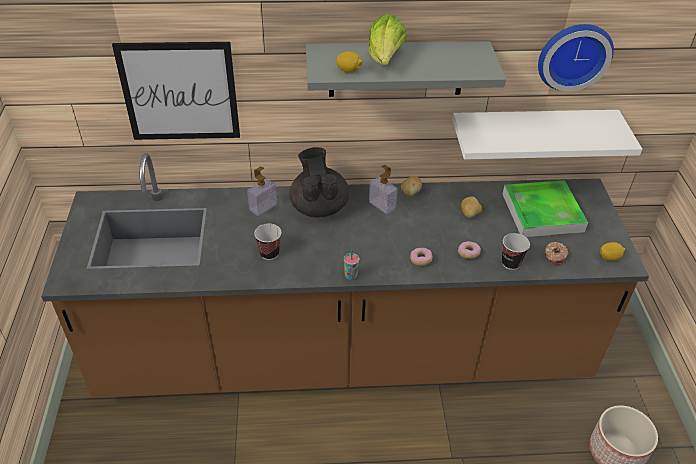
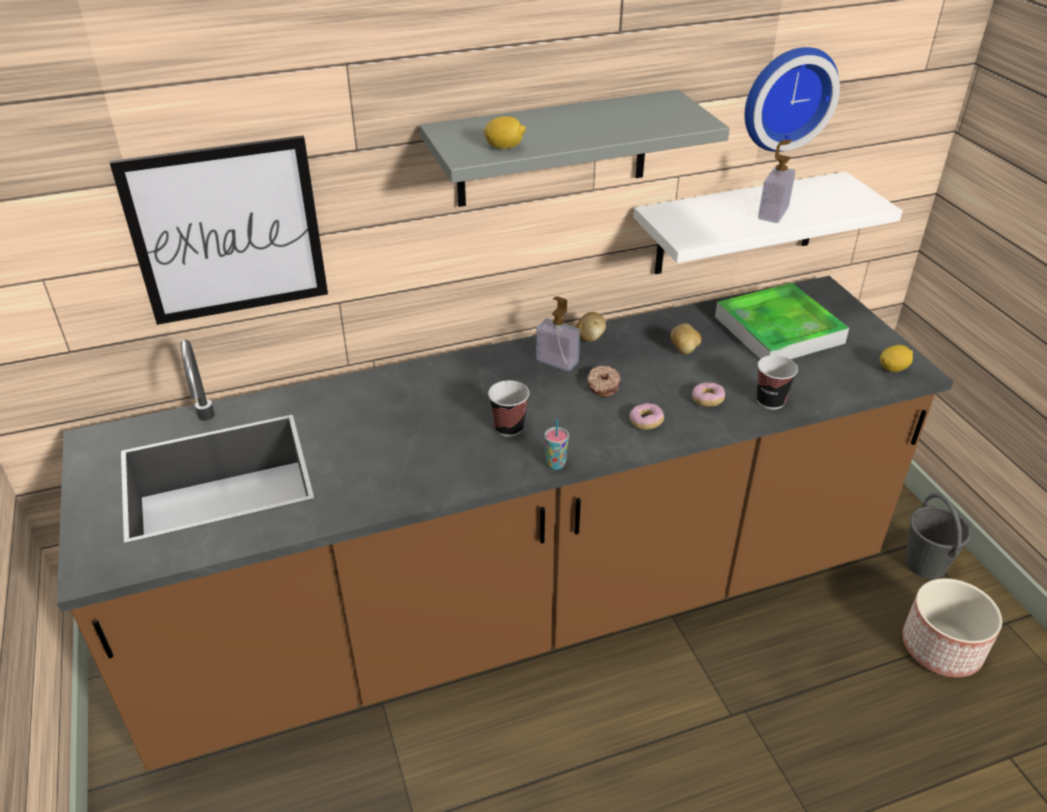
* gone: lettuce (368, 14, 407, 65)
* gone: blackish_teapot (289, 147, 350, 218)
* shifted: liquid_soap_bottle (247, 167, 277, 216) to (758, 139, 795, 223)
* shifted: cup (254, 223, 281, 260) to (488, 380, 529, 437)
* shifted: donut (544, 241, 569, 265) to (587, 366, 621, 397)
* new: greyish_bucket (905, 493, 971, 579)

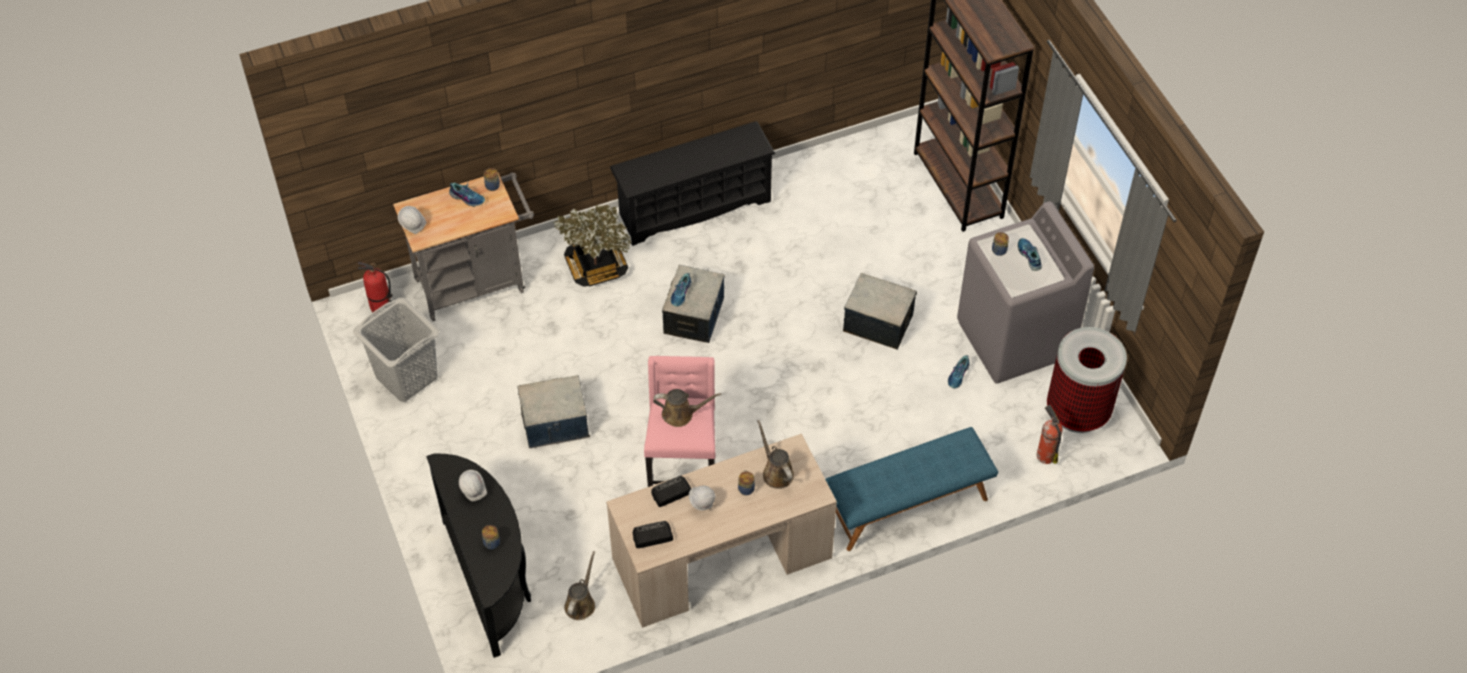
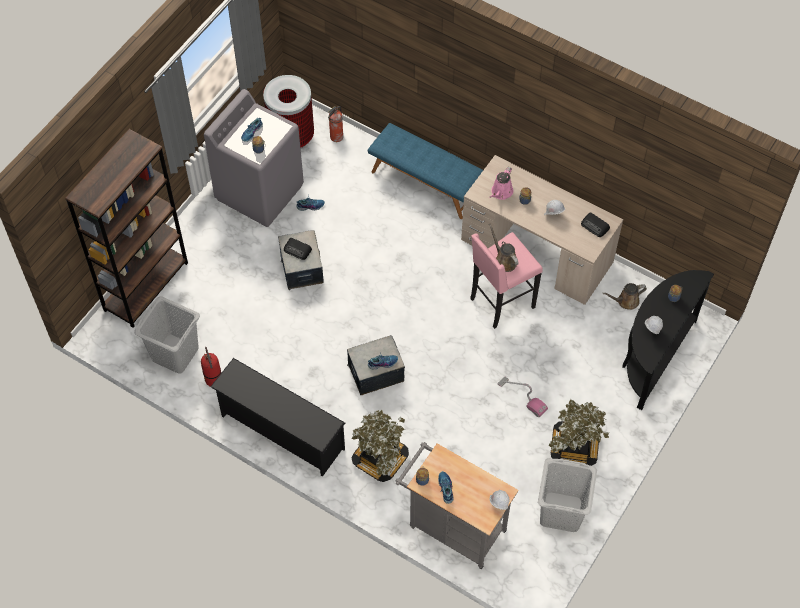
* shifted: extinguisher (358, 262, 392, 312) to (201, 347, 221, 387)
* swapped: storage_box (518, 375, 590, 448) to hoover (497, 376, 548, 417)
* repainted: brown_watering_can (757, 420, 794, 489) to pink-coloured_watering_can (489, 167, 513, 200)
* shifted: radio_set (651, 476, 692, 507) to (284, 238, 312, 260)
* new: greyish_laundry_basket (134, 296, 200, 374)
* new: plant_in_a_pot (549, 399, 609, 466)

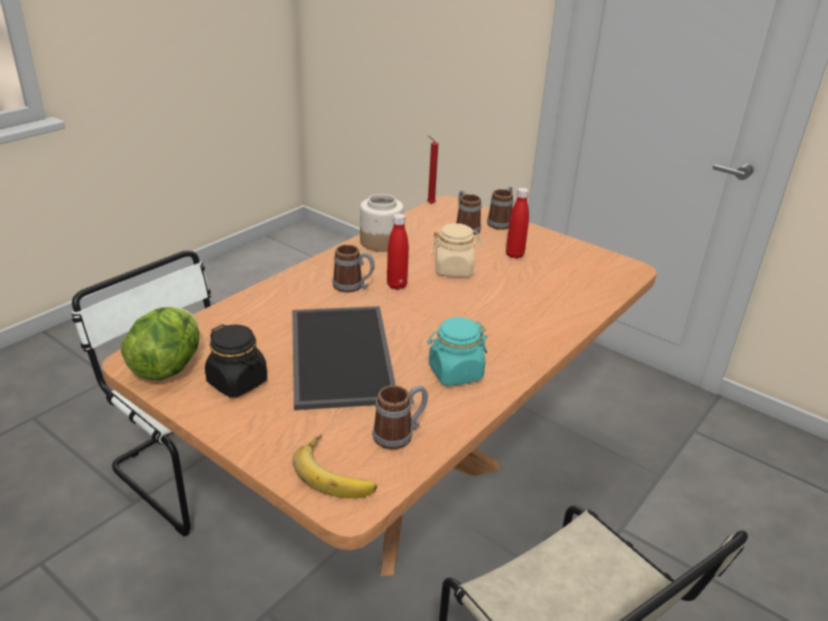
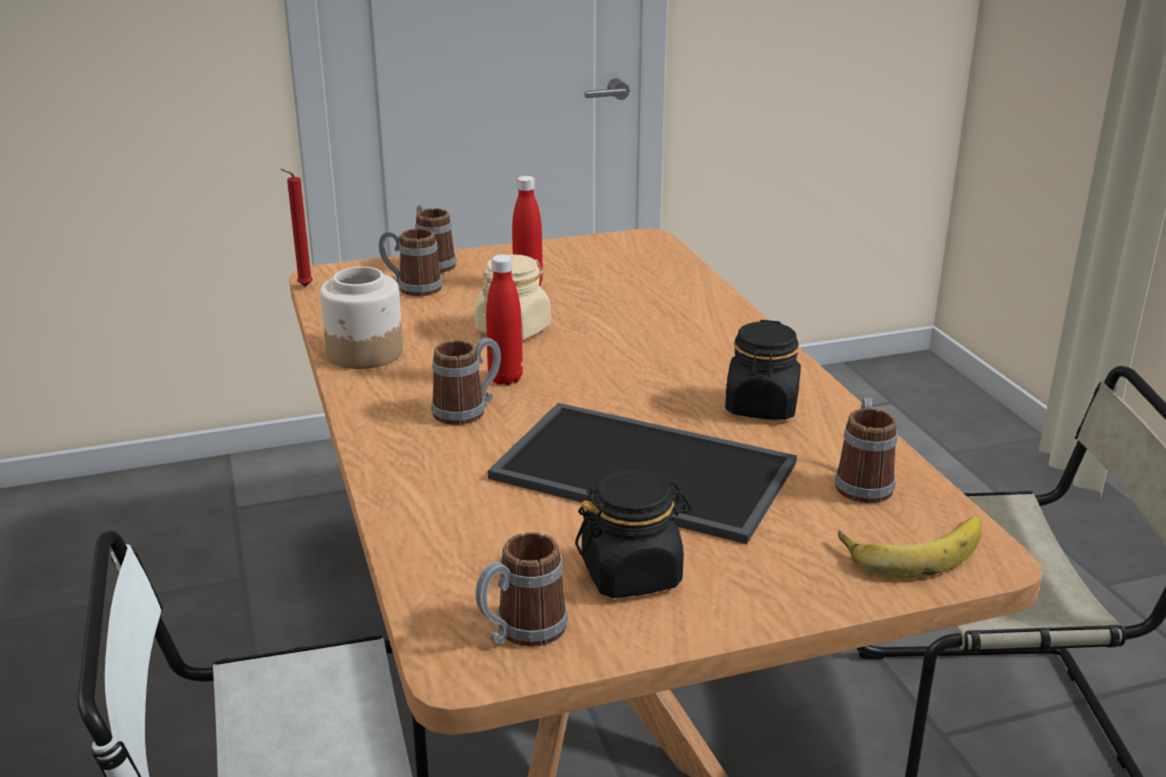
* swapped: lettuce (121, 307, 199, 381) to coffee_mug (476, 532, 568, 647)
* repainted: blue-green_storage_jar (427, 317, 487, 386) to blackish_storage_jar (725, 320, 801, 420)

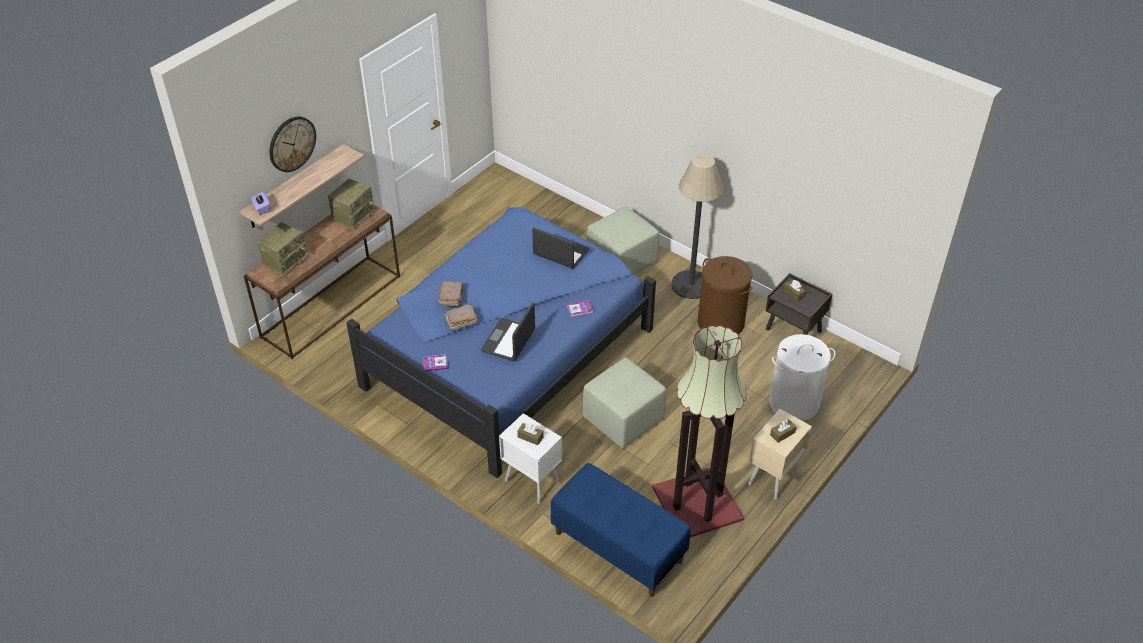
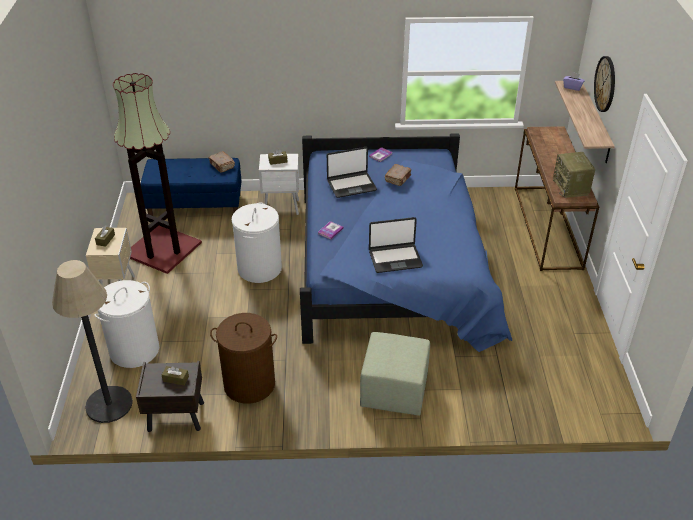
* shifted: standing_lamp (671, 154, 723, 299) to (52, 260, 133, 423)
* gone: radio_set (257, 222, 309, 276)
* shifted: brown_bound_book (439, 281, 463, 306) to (208, 151, 235, 173)
* rotated: laptop (481, 303, 535, 361) = (327, 147, 377, 198) 90 degrees clockwise
* swapped: green-coloured_pouffe (583, 357, 666, 449) to white_laundry_basket (232, 202, 282, 283)

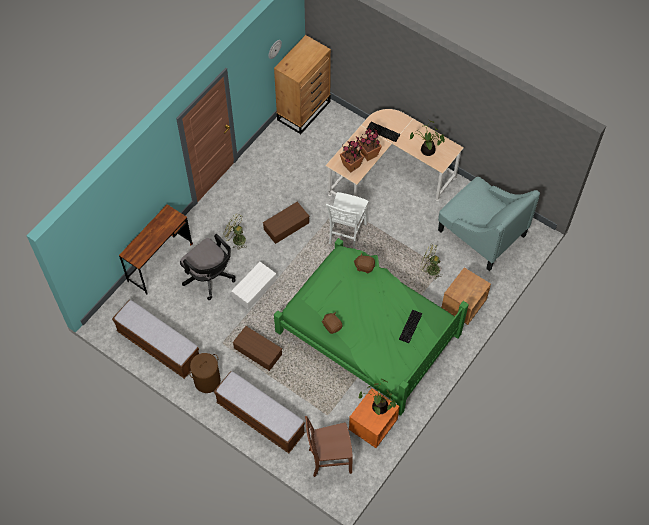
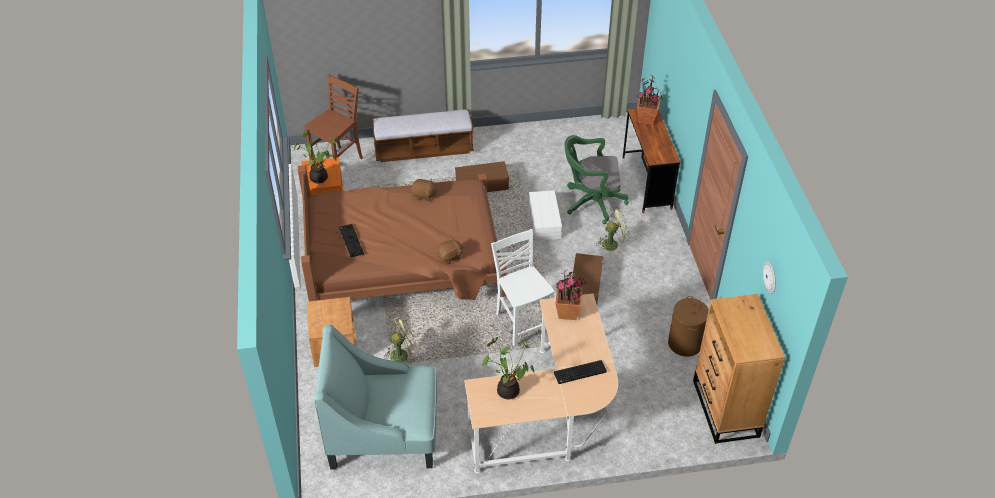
* shifted: plant_in_a_pot (358, 127, 382, 161) to (637, 76, 663, 125)
* repainted: blackish_office_chair (180, 234, 235, 300) to green-coloured_office_chair (564, 135, 628, 224)
* repainted: green-coloured_sleeping_bed (274, 238, 469, 416) to brown_sleeping_bed (298, 165, 507, 301)
* gone: long_seat (112, 300, 199, 379)
* shifted: brown_laundry_basket (189, 353, 221, 393) to (668, 296, 709, 357)

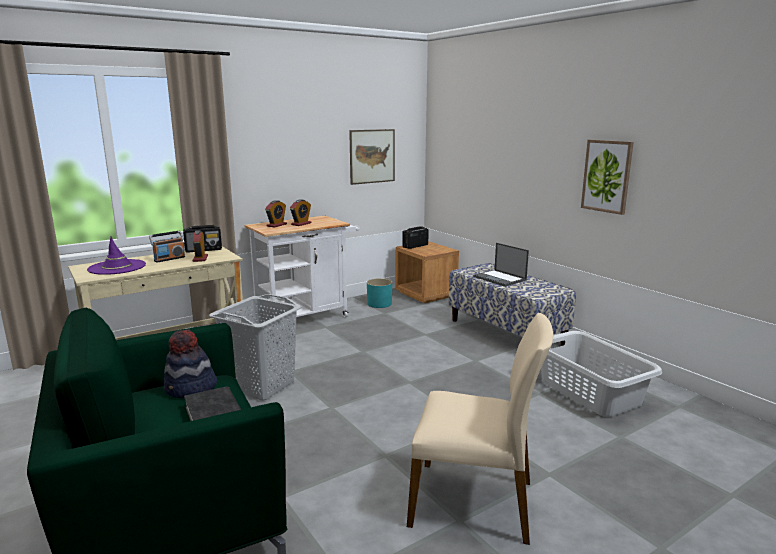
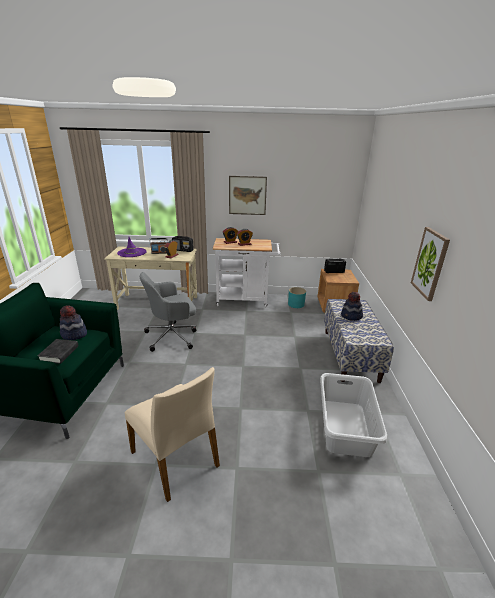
* shifted: wall_art (349, 129, 395, 185) to (229, 176, 267, 215)
* swapped: laptop (473, 243, 529, 287) to wearable_hat (341, 292, 363, 321)
* swapped: greyish_laundry_basket (209, 294, 302, 400) to greyish_office_chair (140, 272, 196, 352)

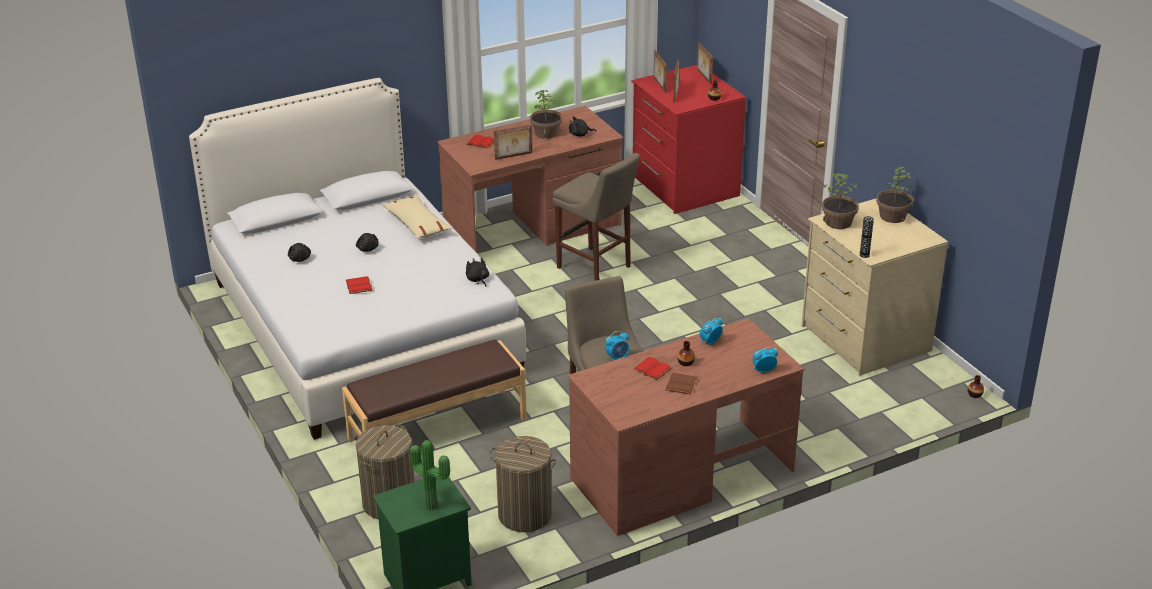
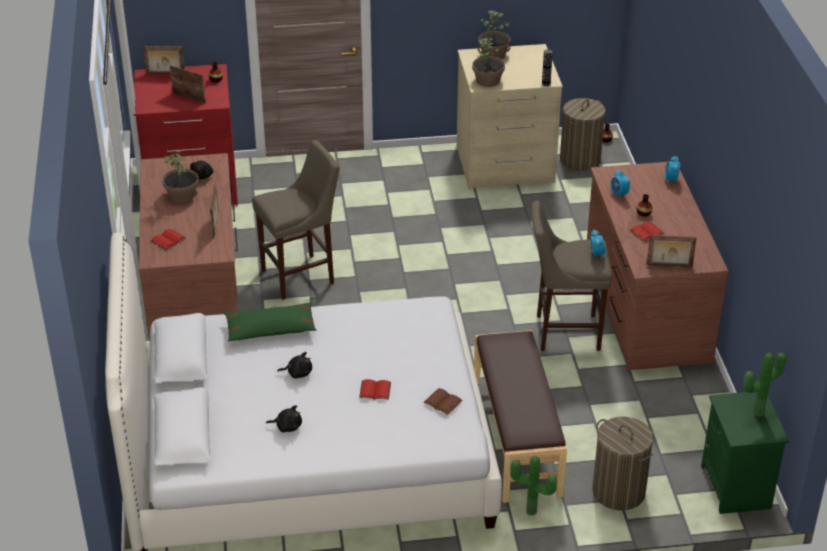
* shifted: standing_frame (654, 50, 667, 93) to (646, 235, 697, 267)
* repainted: beige-coloured_cushion (383, 195, 453, 239) to green-coloured_cushion (224, 302, 316, 341)
* gone: blackish_plush_toy (466, 258, 489, 287)
* shifted: brown_bound_book (665, 373, 697, 394) to (423, 388, 462, 415)
* shifted: laundry_basket (489, 436, 556, 532) to (560, 98, 605, 171)
* new: plant_in_a_pot (510, 456, 557, 516)

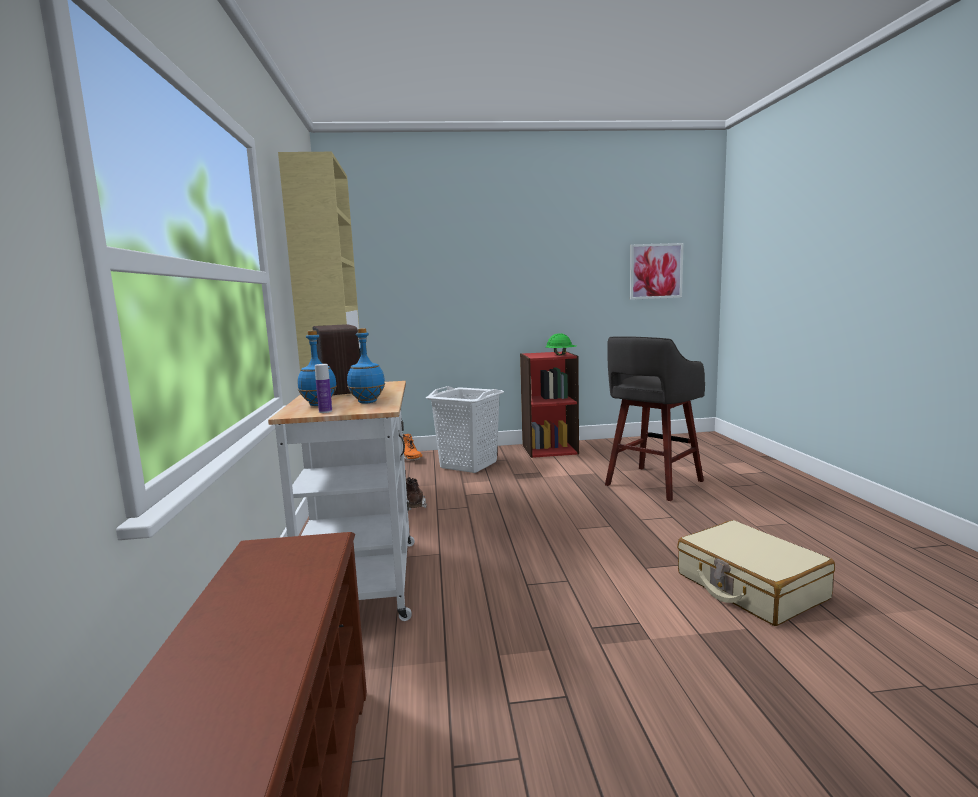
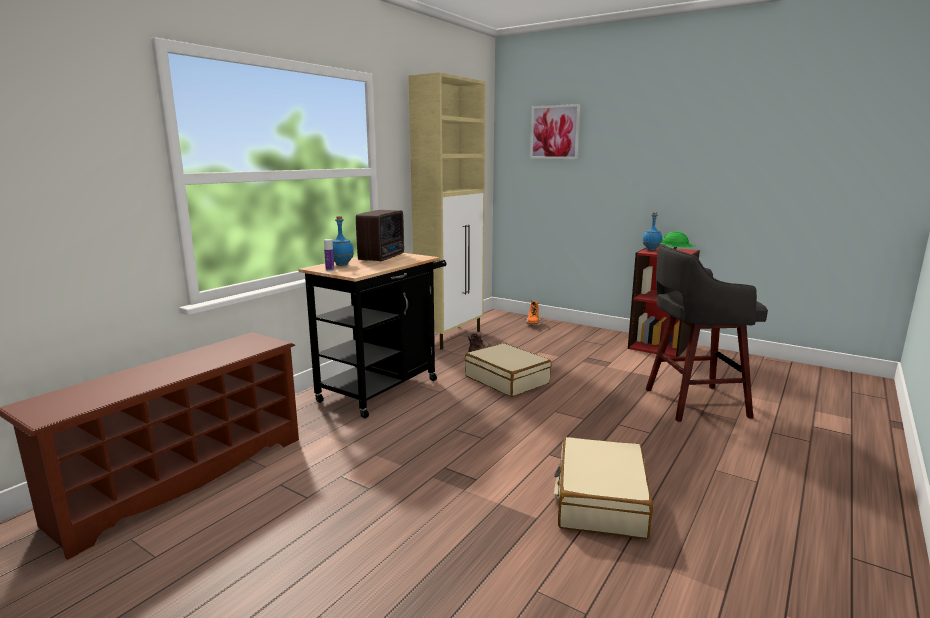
* shifted: wall_art (630, 243, 683, 300) to (530, 104, 581, 159)
* shifted: blue-coloured_drink_bottle (347, 328, 385, 403) to (642, 212, 662, 250)
* repainted: white_trolley (268, 381, 415, 621) to blackish_trolley (298, 253, 447, 418)
* gone: white_laundry_basket (426, 386, 504, 473)
* new: beige-coloured_travel_case (465, 343, 552, 397)

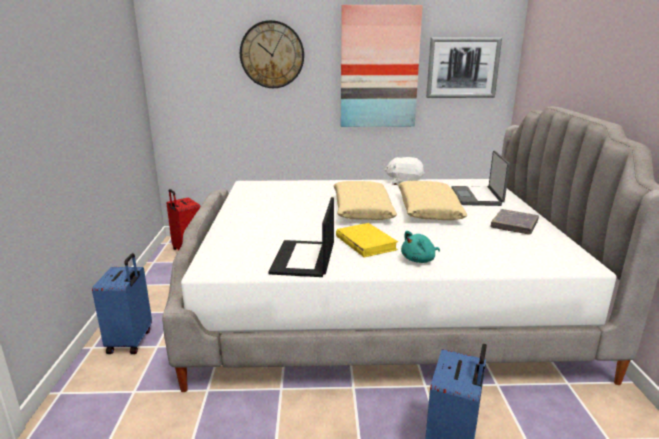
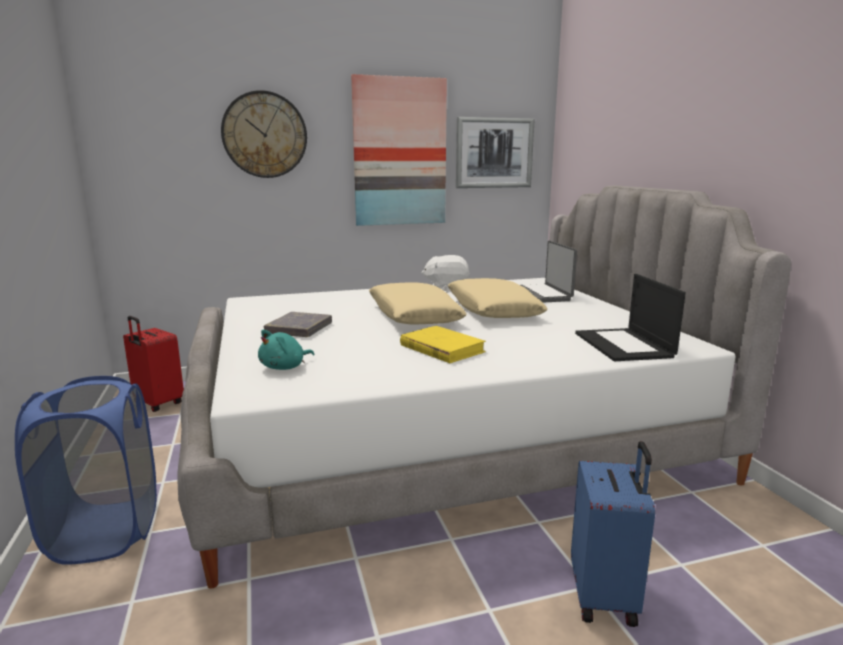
* shifted: laptop (268, 197, 334, 277) to (575, 274, 686, 361)
* shifted: greyish_bound_book (490, 209, 539, 235) to (264, 312, 332, 337)
* shifted: blue-green_plush_toy (401, 231, 440, 263) to (258, 329, 314, 370)
* swapped: blue-coloured_travel_case (92, 253, 152, 354) to blue-coloured_laundry_basket (15, 376, 157, 565)

